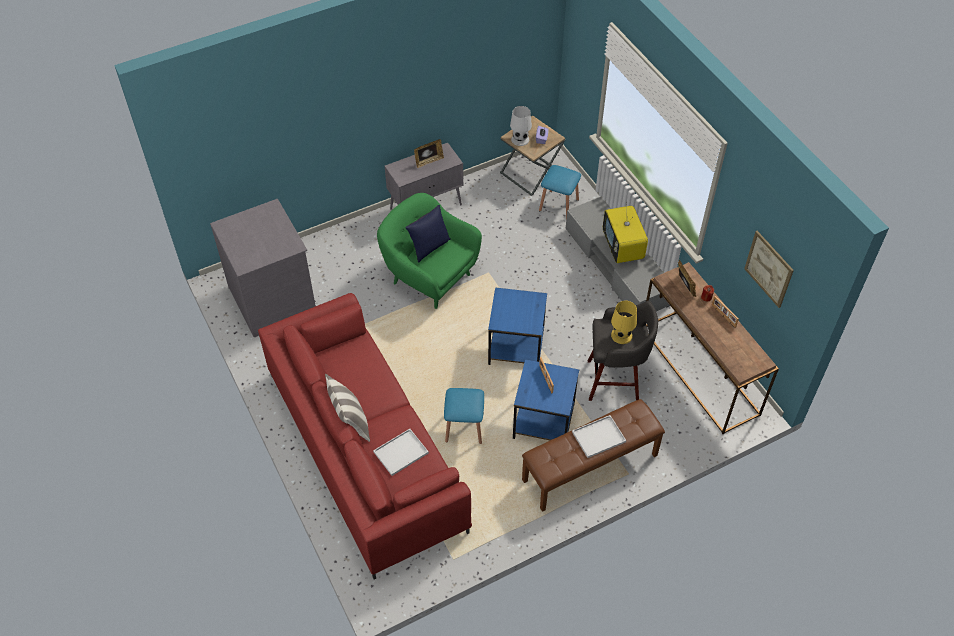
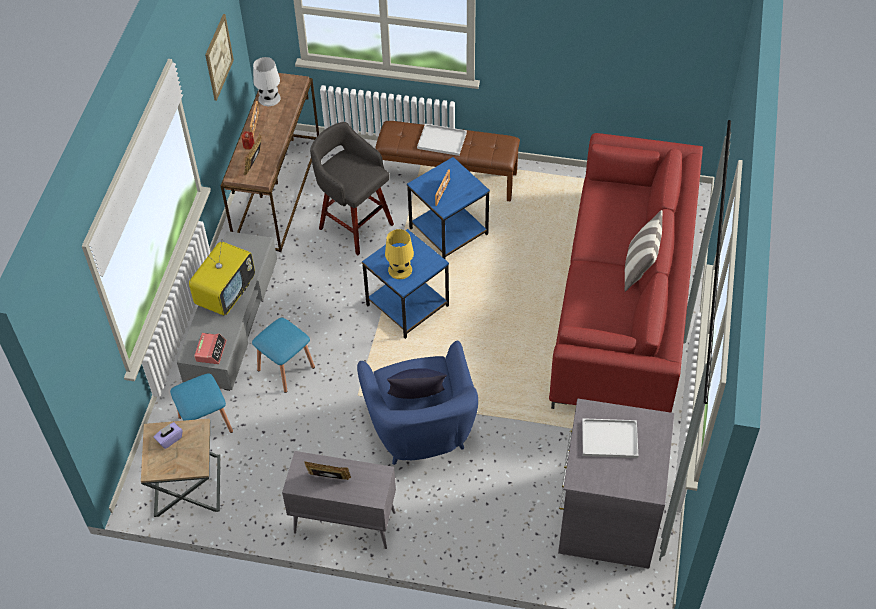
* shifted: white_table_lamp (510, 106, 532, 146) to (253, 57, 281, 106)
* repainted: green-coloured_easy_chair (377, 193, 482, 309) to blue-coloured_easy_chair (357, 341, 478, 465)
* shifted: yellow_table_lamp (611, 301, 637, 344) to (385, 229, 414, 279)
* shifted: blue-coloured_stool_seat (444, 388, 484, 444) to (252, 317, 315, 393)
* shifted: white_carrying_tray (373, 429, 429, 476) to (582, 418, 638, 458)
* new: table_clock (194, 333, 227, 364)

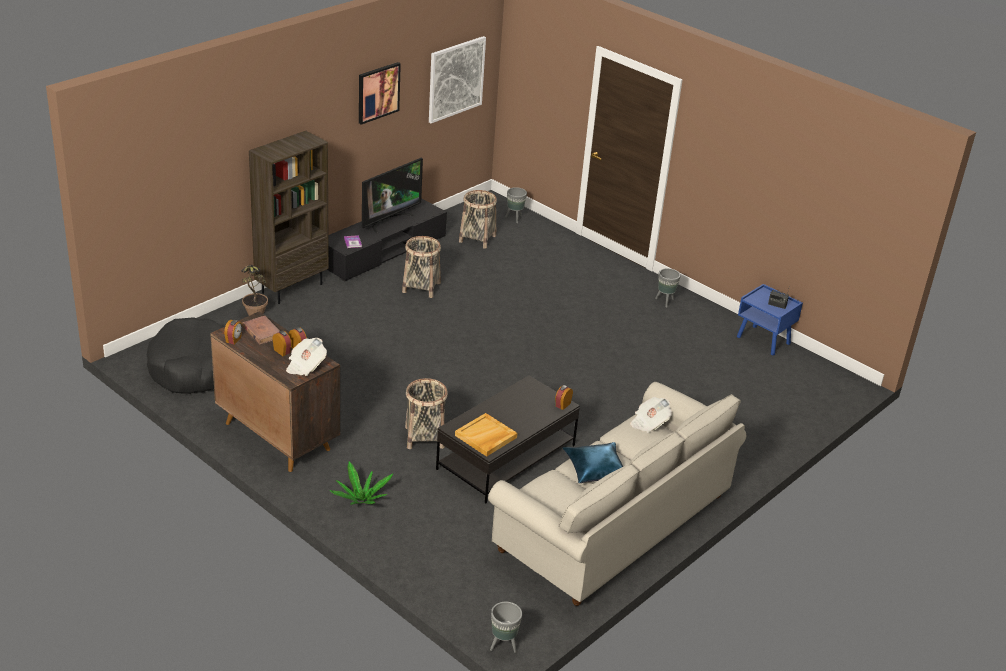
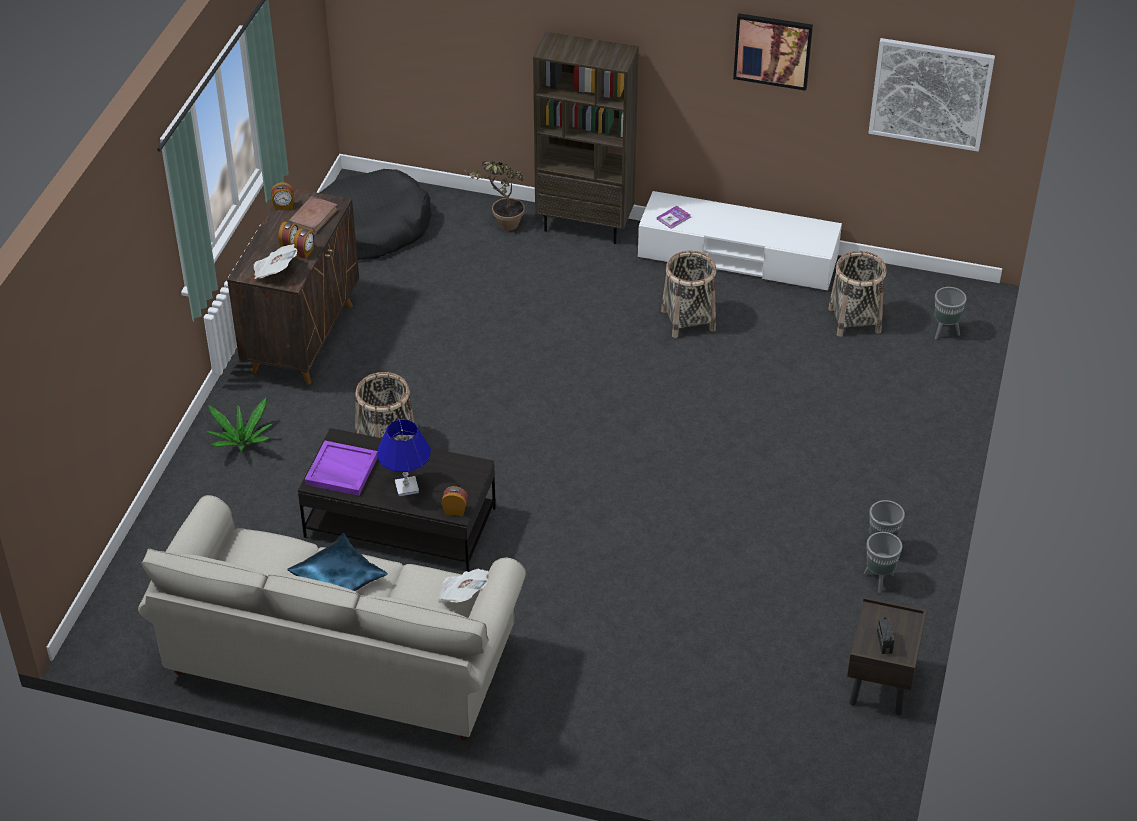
* gone: TV_set (362, 158, 423, 233)
* repainted: blackish_media_console (327, 198, 447, 282) to white_media_console (638, 191, 842, 291)
* repainted: blue-coloured_night_table (737, 284, 803, 355) to brown_night_table (847, 597, 927, 715)
* repainted: beige-coloured_carrying_tray (455, 413, 518, 457) to purplish_carrying_tray (305, 441, 378, 496)
* shifted: greyish_plant_pot (490, 602, 522, 653) to (863, 532, 902, 593)
* new: blue-coloured_table_lamp (377, 419, 431, 496)

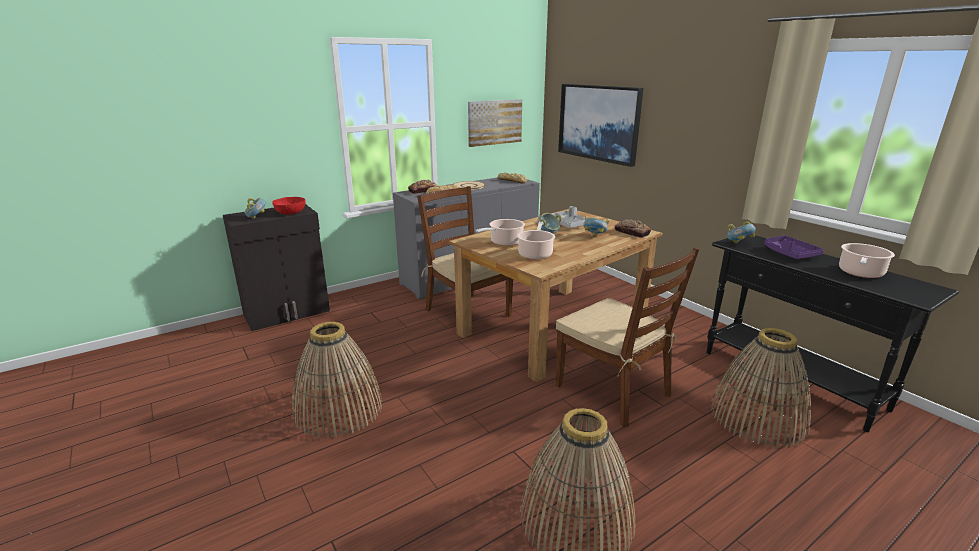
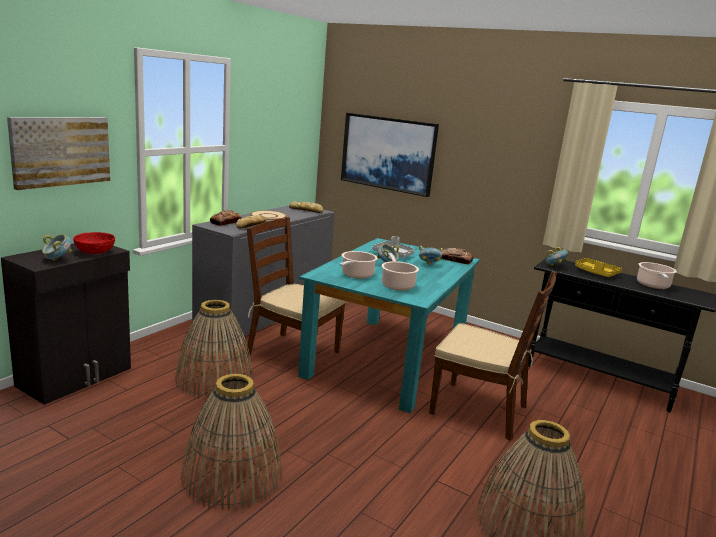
* shifted: wall_art (468, 99, 522, 147) to (7, 117, 110, 190)
* repainted: brown_kitchen_table (449, 209, 663, 382) to blue-green_kitchen_table (298, 238, 480, 413)
* repainted: purplish_carrying_tray (764, 236, 824, 259) to yellow_carrying_tray (575, 258, 622, 277)
* shifted: basket (711, 328, 811, 448) to (175, 300, 253, 399)

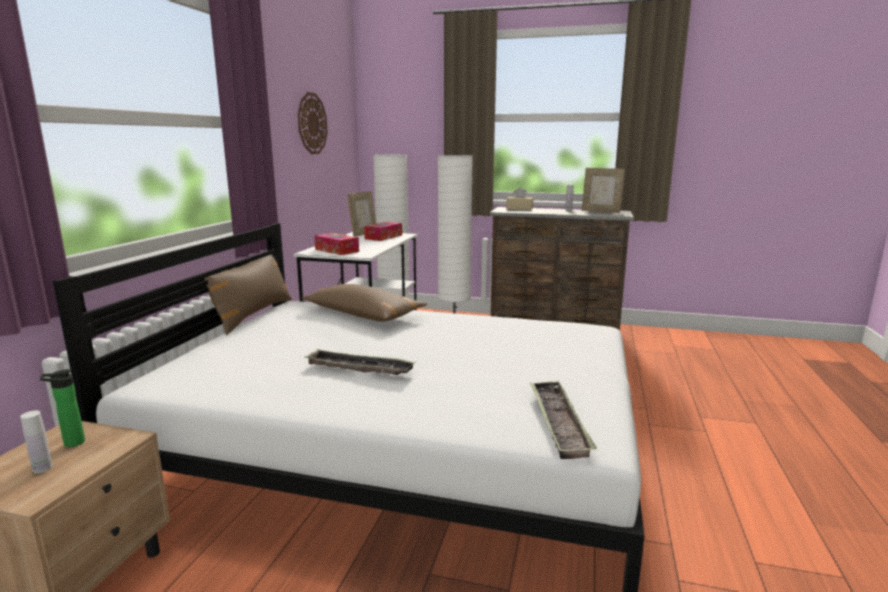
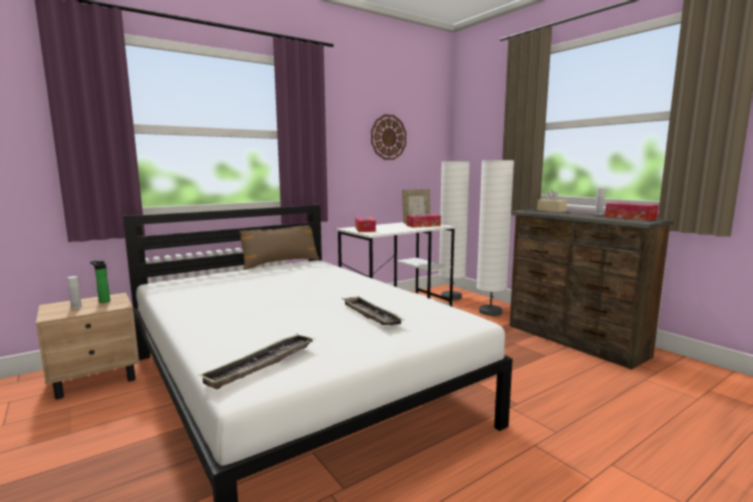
* swapped: standing_frame (582, 168, 625, 213) to tissue_box (605, 202, 659, 221)
* gone: brown_cushion (302, 284, 427, 321)
* shifted: carrying_tray (304, 350, 416, 375) to (342, 296, 404, 326)

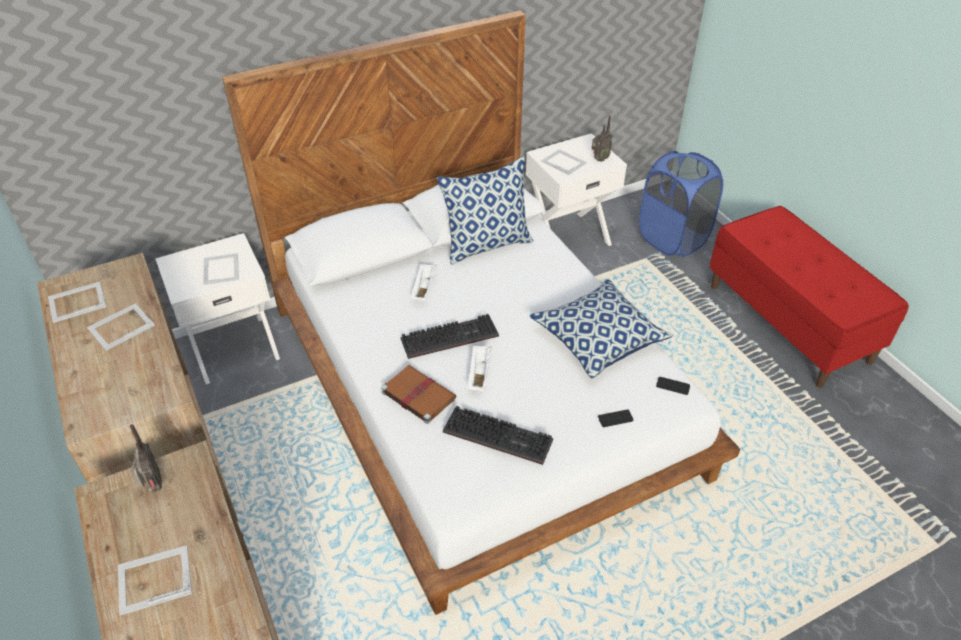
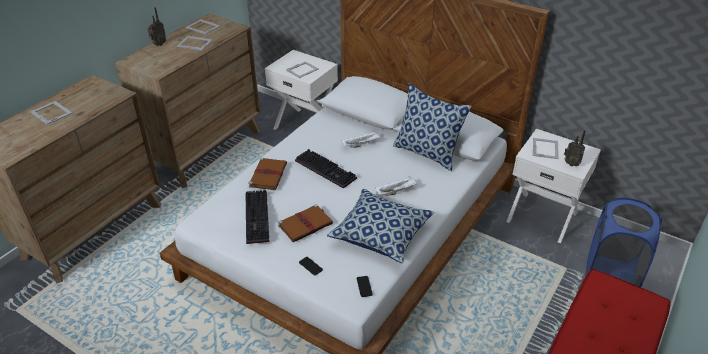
* shifted: white_carrying_tray (468, 346, 492, 391) to (375, 176, 418, 196)
* shifted: radio_set (130, 424, 162, 492) to (147, 7, 166, 46)
* new: brown_bound_book (278, 204, 333, 242)

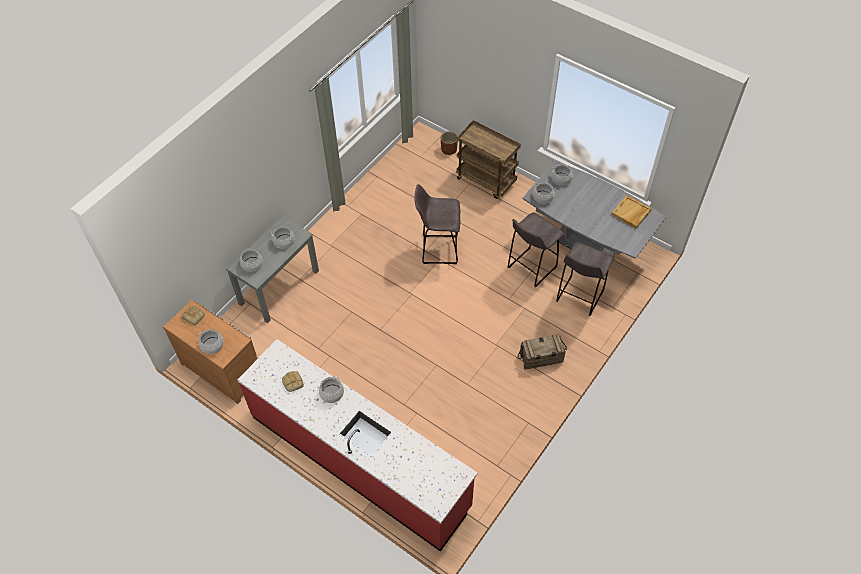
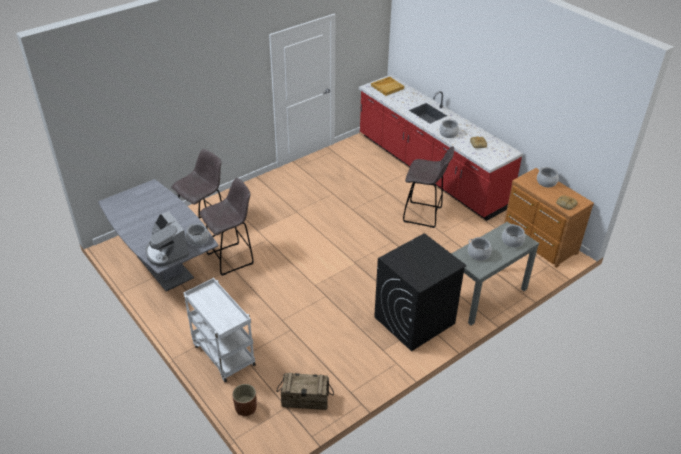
* repainted: brown_trolley (456, 120, 521, 199) to white_trolley (183, 278, 256, 383)
* swapped: saucepot (551, 164, 573, 186) to coffee_brewer (145, 211, 189, 267)
* shifted: greyish_stool_seat (414, 184, 460, 264) to (403, 146, 454, 228)
* shifted: beige-coloured_carrying_tray (611, 195, 652, 228) to (371, 77, 404, 96)
* shifted: shipping_crate (518, 334, 567, 369) to (277, 373, 334, 410)
* new: blackish_laundry_machine (374, 233, 467, 351)

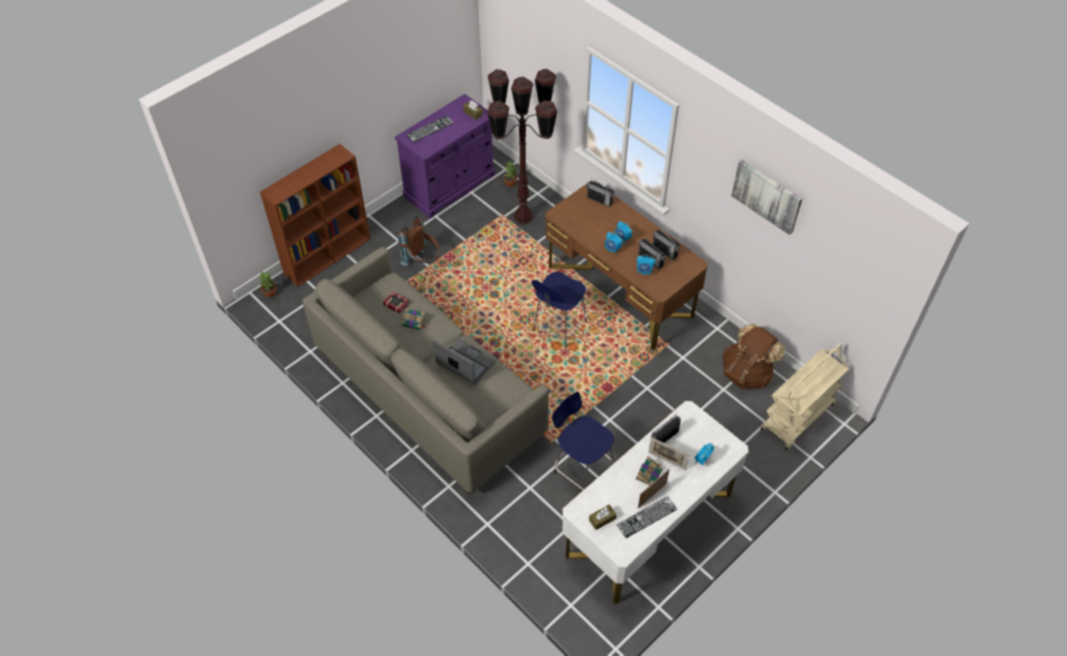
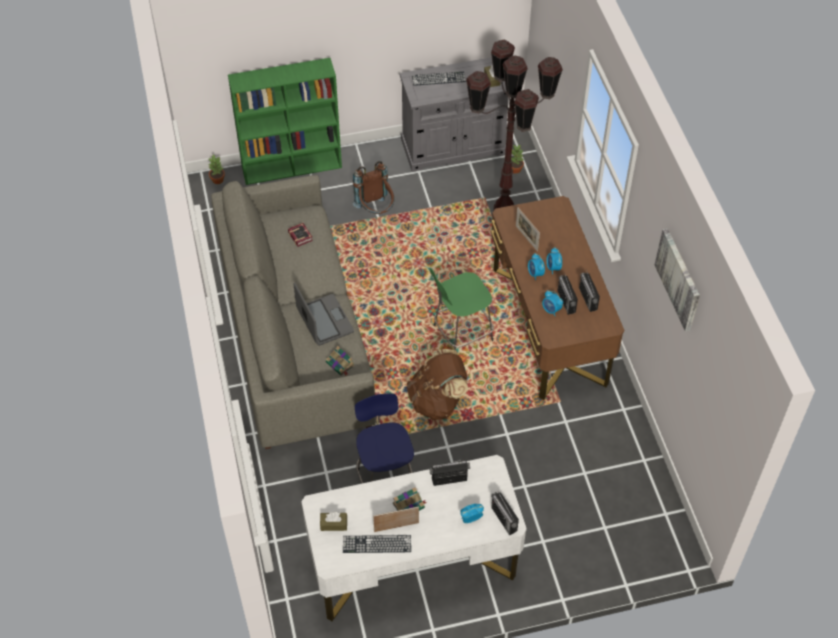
* repainted: purplish_cabinet (395, 94, 495, 218) to greyish_cabinet (399, 57, 509, 172)
* repainted: brown_shelving_unit (260, 144, 370, 287) to green-coloured_shelving_unit (228, 58, 342, 185)
* shifted: radio_set (586, 179, 615, 207) to (491, 491, 519, 535)
* repainted: blue-coloured_stool_seat (532, 272, 587, 348) to green-coloured_stool_seat (429, 269, 494, 350)
* shifted: bound_book (401, 308, 426, 330) to (326, 346, 355, 376)
* shifted: brown_rucksack (723, 324, 785, 389) to (407, 349, 468, 420)
* gone: beige-coloured_trolley (761, 344, 849, 450)
* shifted: standing_frame (649, 437, 689, 470) to (516, 207, 540, 251)

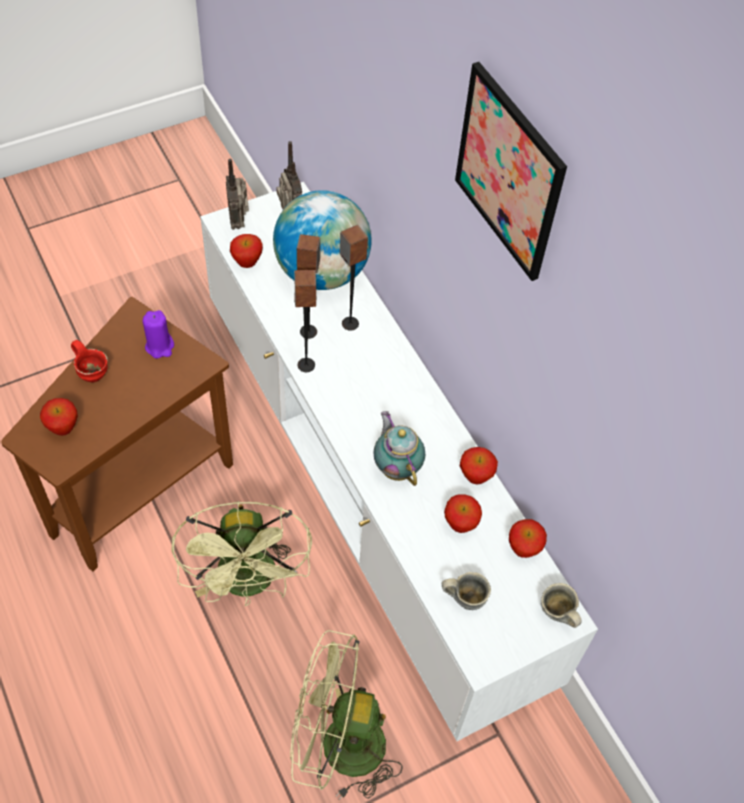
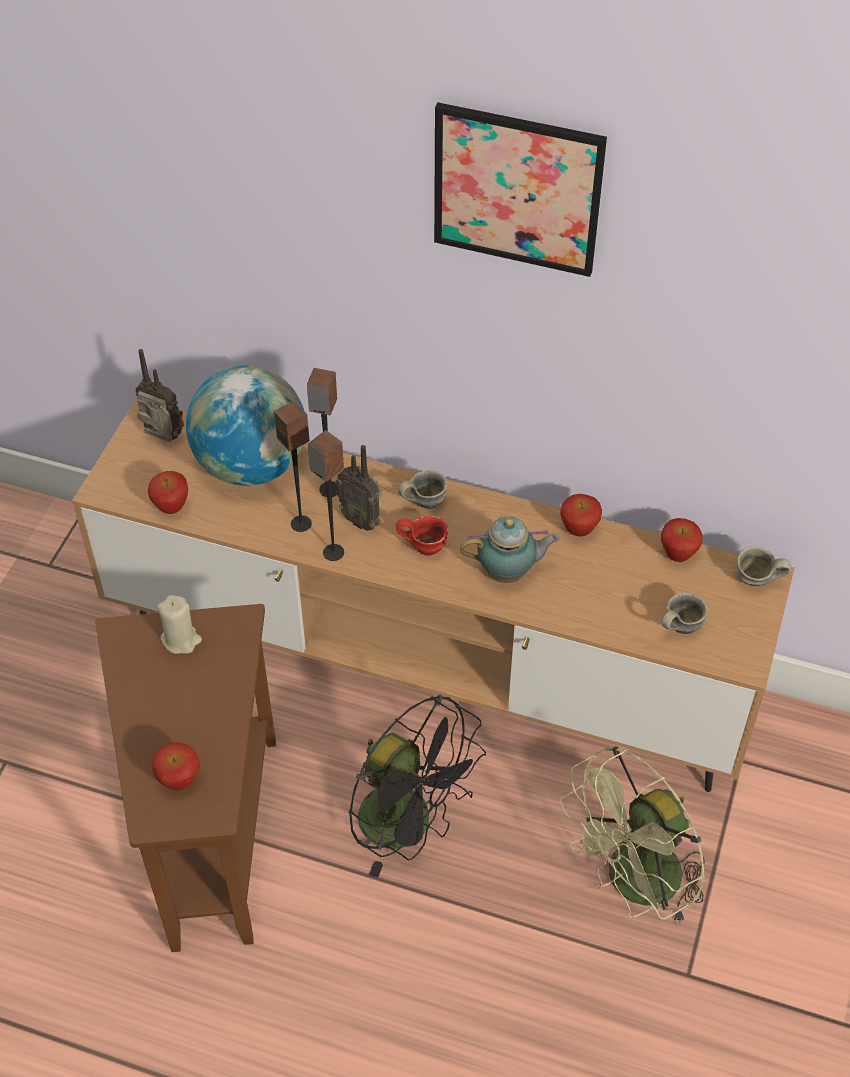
* shifted: radio_set (226, 159, 249, 230) to (335, 445, 381, 531)
* repainted: white_media_console (200, 182, 598, 741) to brown_media_console (72, 400, 795, 792)
* repainted: purplish_candle (142, 310, 174, 359) to beige-coloured_candle (157, 595, 202, 654)
* shifted: red-coloured_coffee_mug (71, 340, 108, 382) to (396, 516, 448, 556)
* rotated: teapot (373, 411, 425, 486) = (460, 516, 560, 583) 150 degrees clockwise
* gone: apple_fruit (444, 494, 482, 533)
* repainted: green-coloured_cooling_fan (171, 501, 312, 606) to blackish_cooling_fan (349, 694, 486, 878)
* new: greyish_coffee_mug (398, 470, 447, 509)

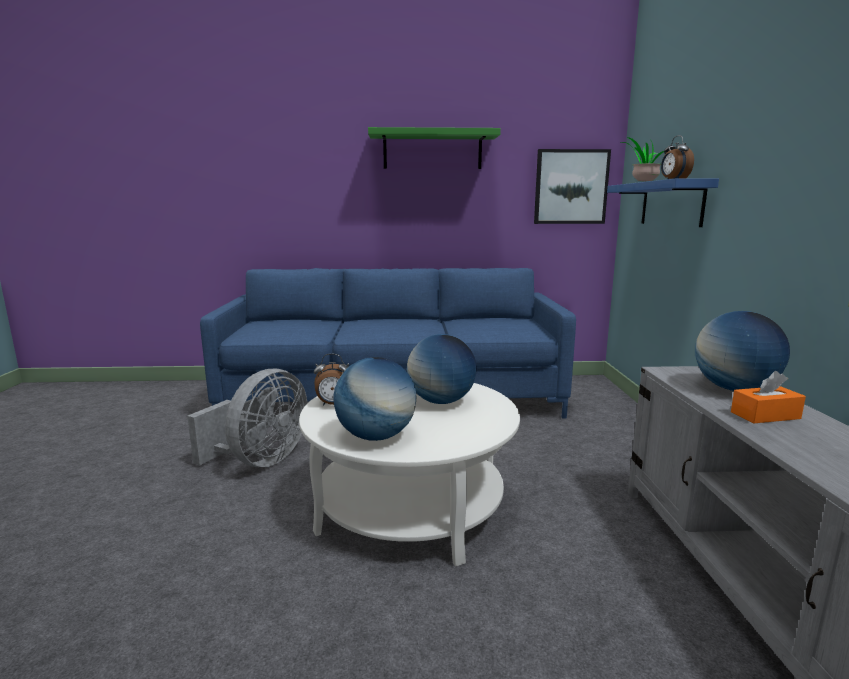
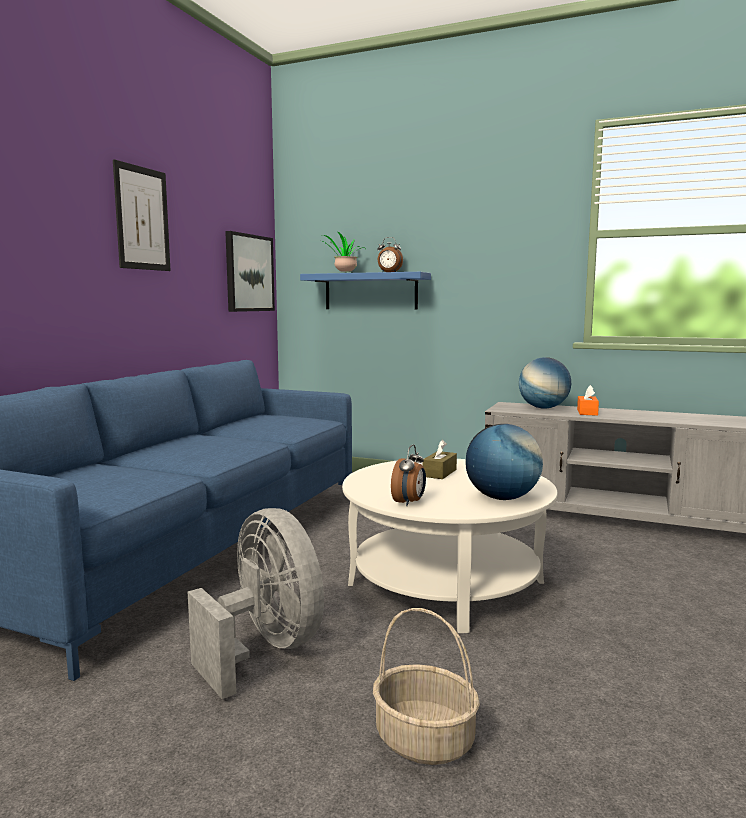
* swapped: green-coloured_shelf (368, 127, 501, 169) to wall_art (113, 159, 171, 271)
* swapped: globe (407, 334, 477, 404) to brown_tissue_box (423, 440, 457, 479)
* new: basket (373, 608, 480, 765)

